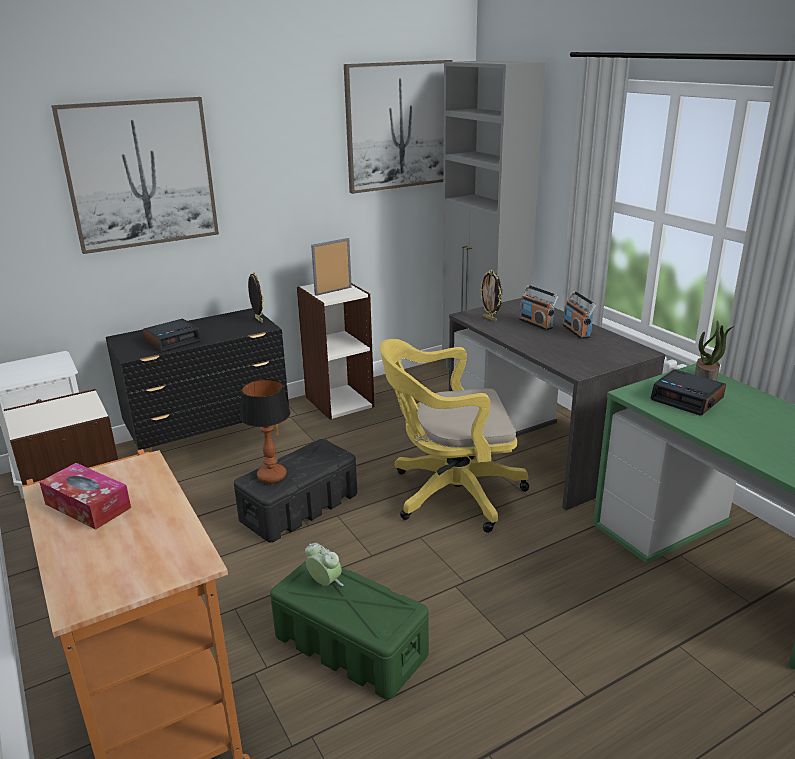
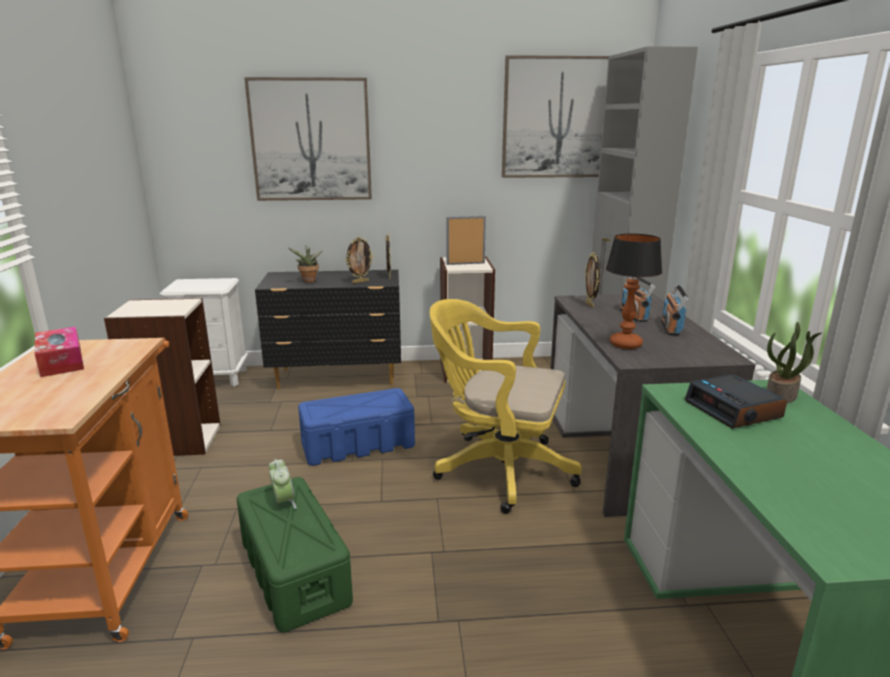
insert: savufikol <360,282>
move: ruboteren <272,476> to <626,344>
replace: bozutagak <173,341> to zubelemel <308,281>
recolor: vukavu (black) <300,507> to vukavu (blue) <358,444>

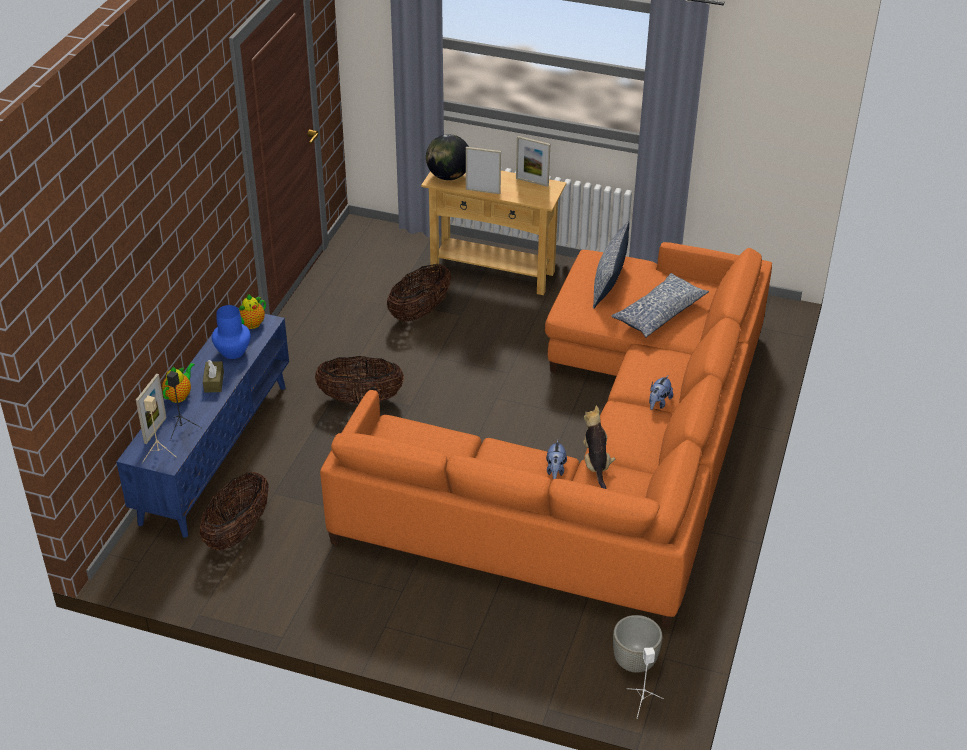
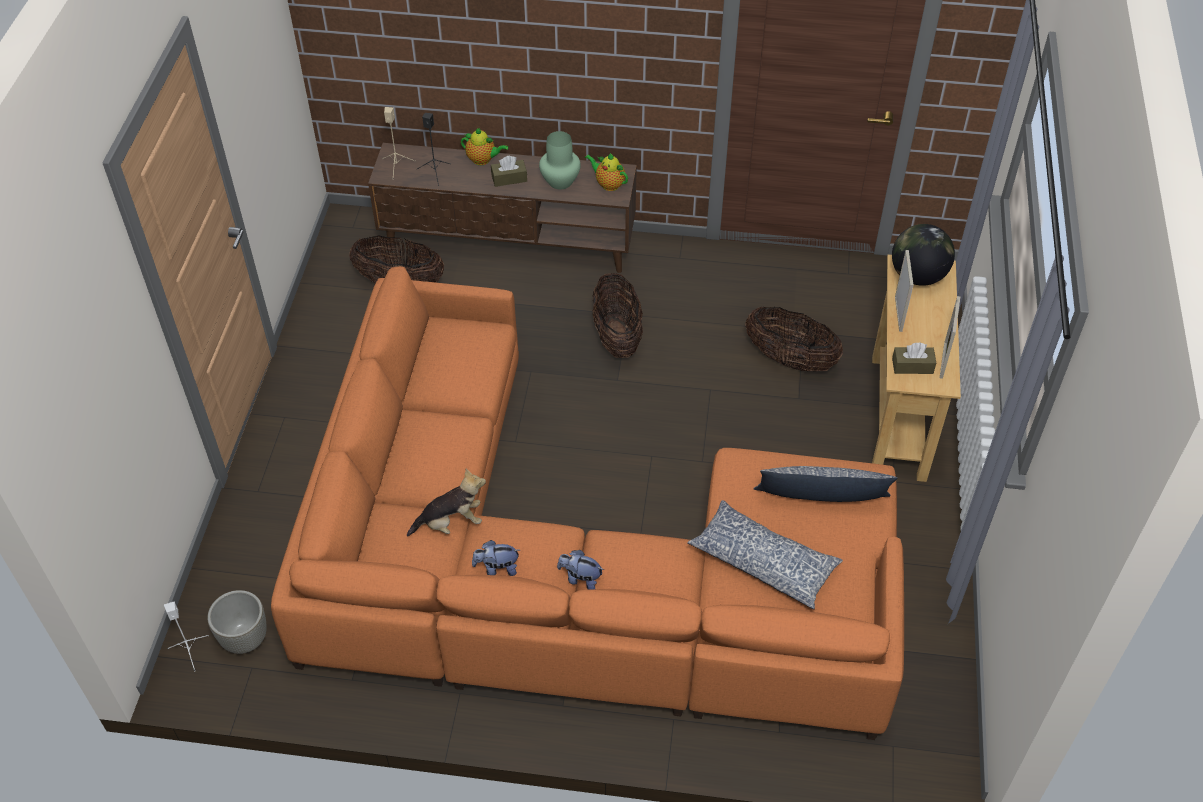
delete: savufikol <155,430>
insert: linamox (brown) <912,366>
move: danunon <555,470> to <497,568>
recolor: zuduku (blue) <215,451> to zuduku (brown) <509,242>; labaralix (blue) <232,352> to labaralix (green) <560,181>

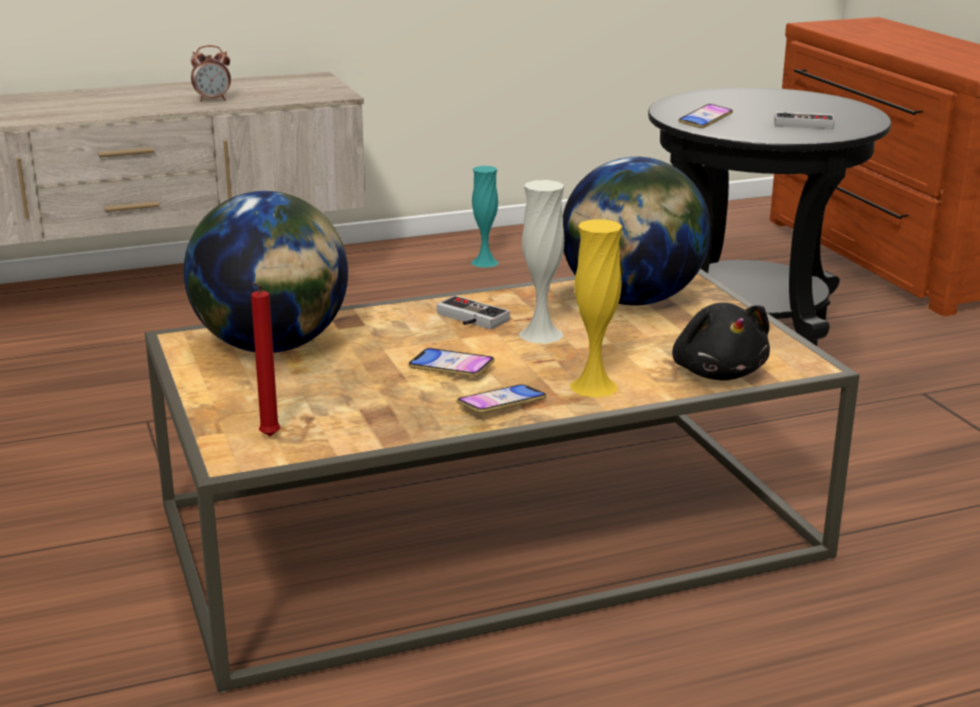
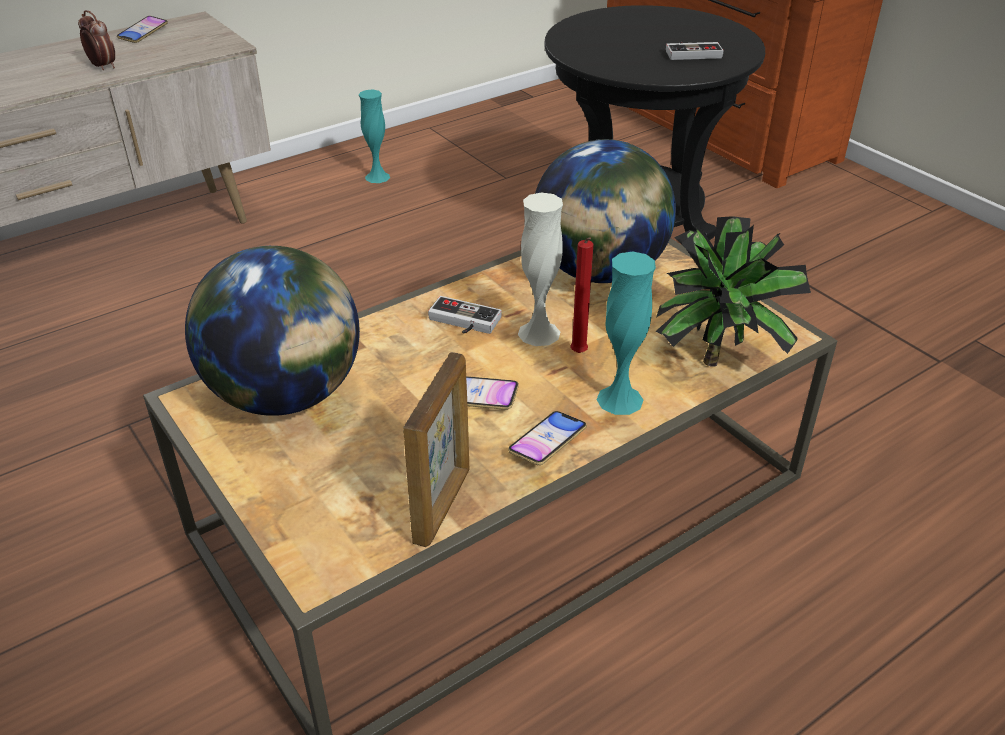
insert: savufikol <443,505>
move: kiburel <705,120> to <143,33>; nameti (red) <268,438> to <579,354>
replace: danunon (black) <718,372> to zubelemel <719,359>
recolor: labaralix (yellow) <593,386> to labaralix (turquoise) <620,399>
rotate: bozutagak <213,100> = <103,66> 105 degrees counterclockwise

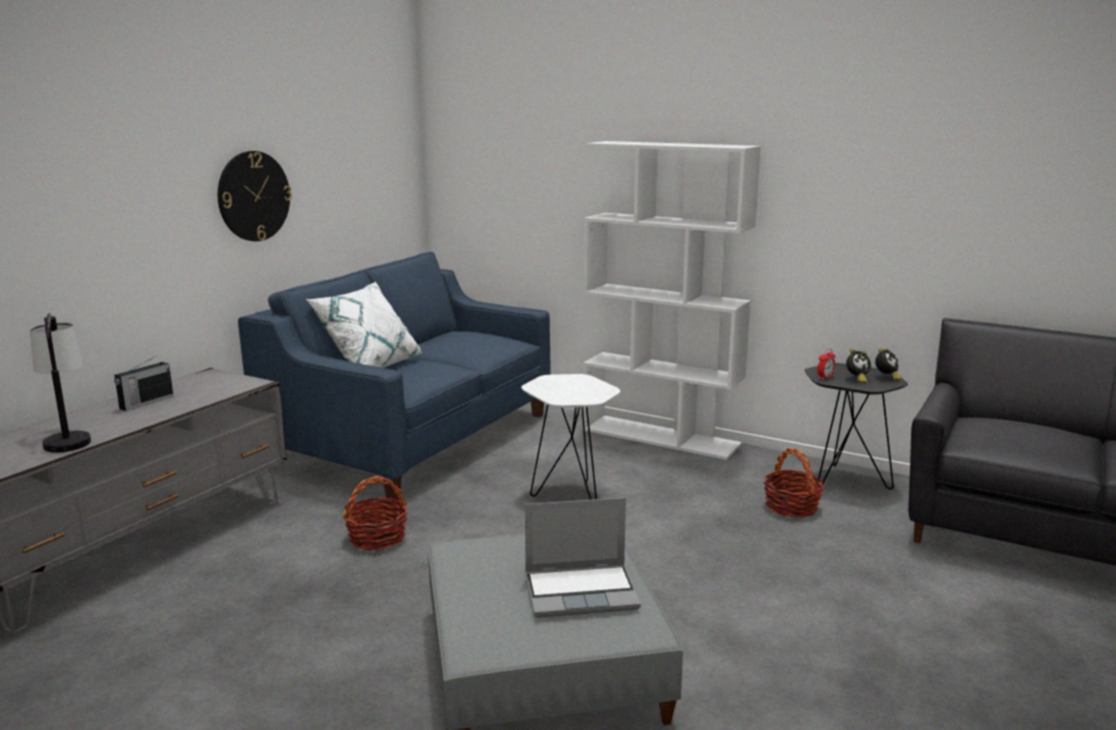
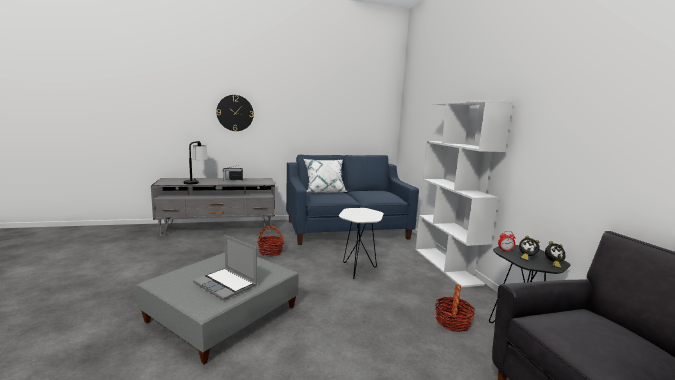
move: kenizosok <253,196> to <235,113>

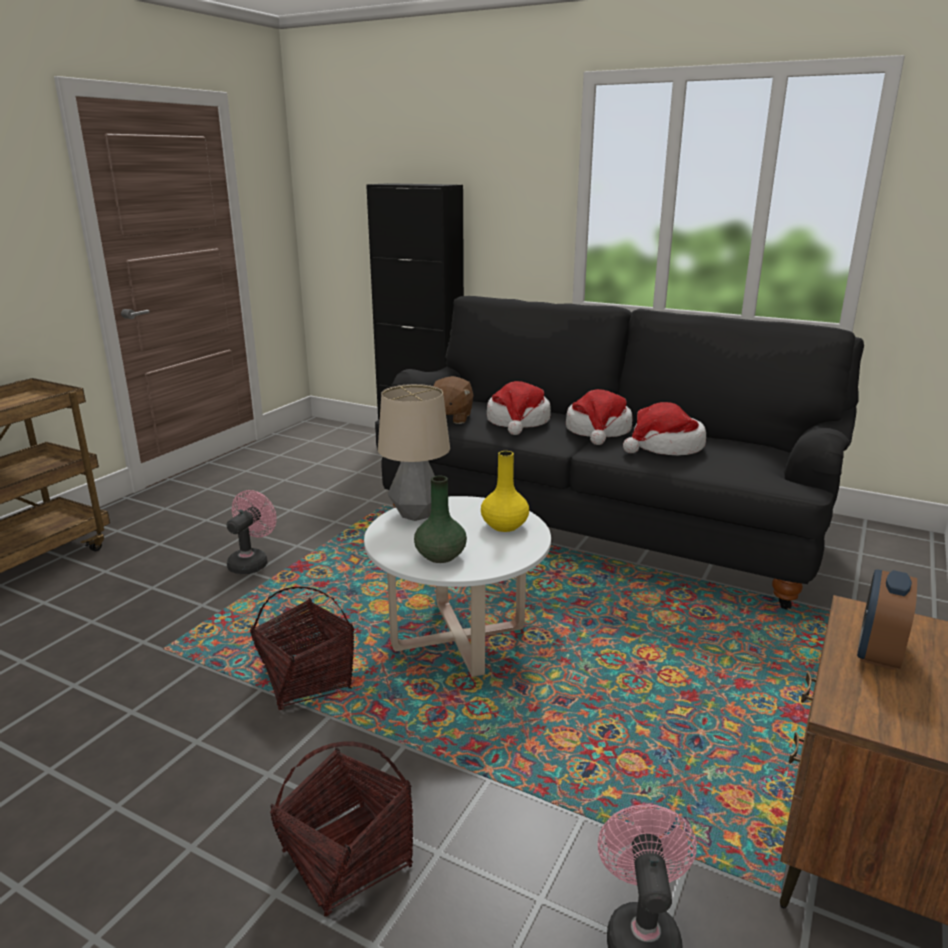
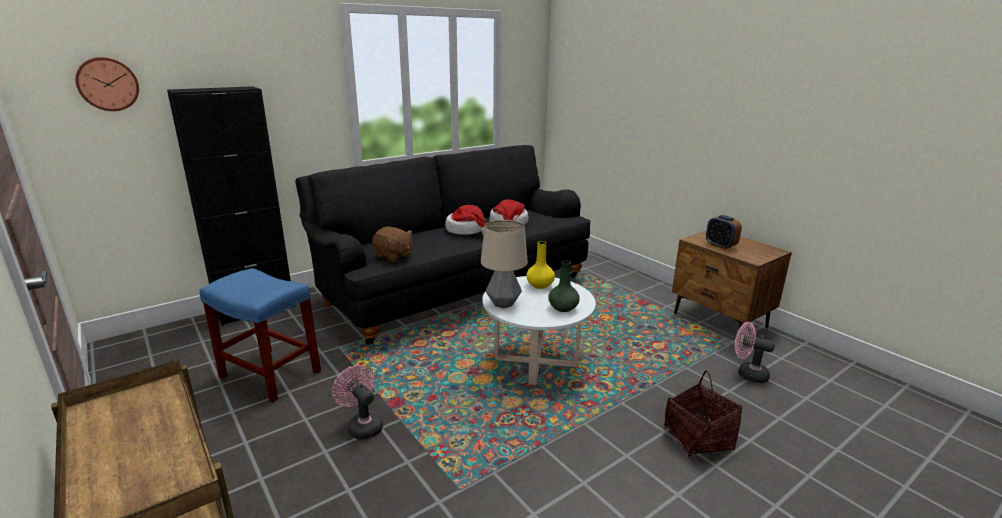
delete: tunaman <306,680>; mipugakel <518,422>
insert: kenizosok <107,84>; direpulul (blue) <269,374>

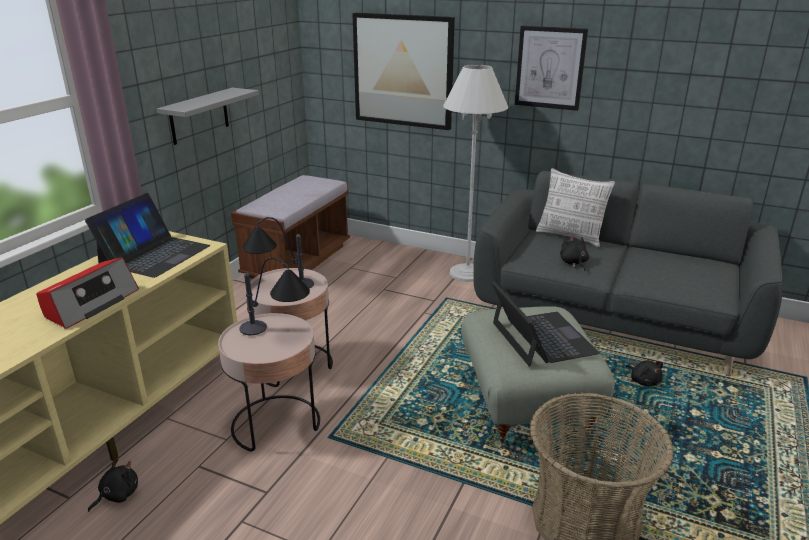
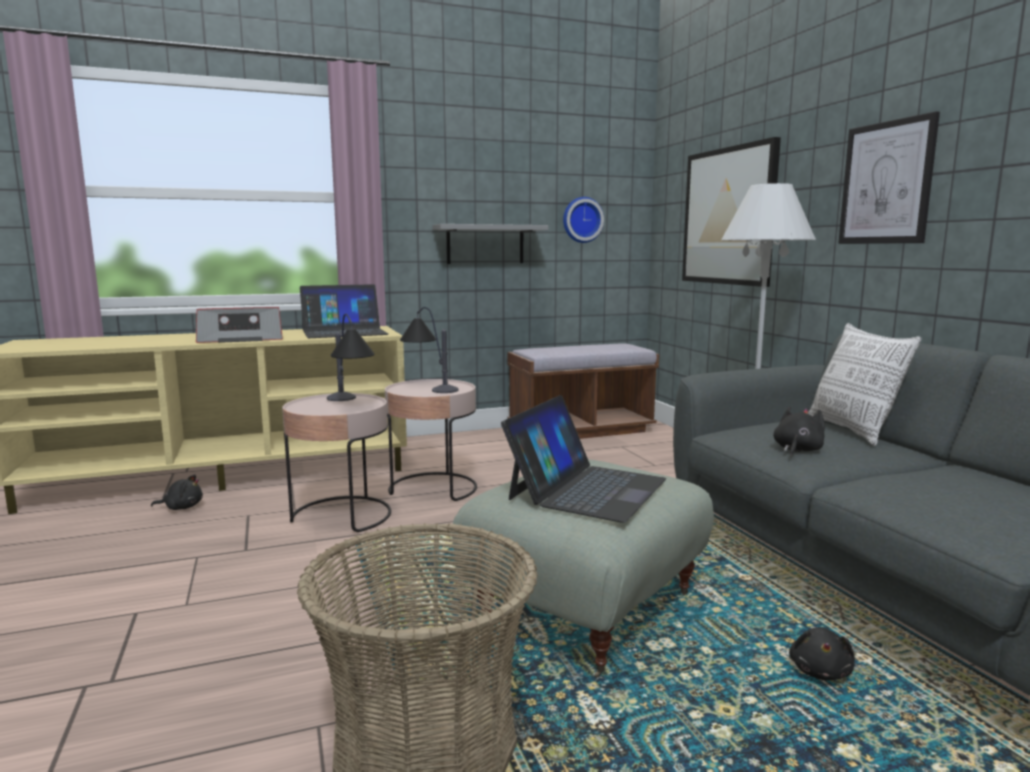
insert: kenizosok <581,220>

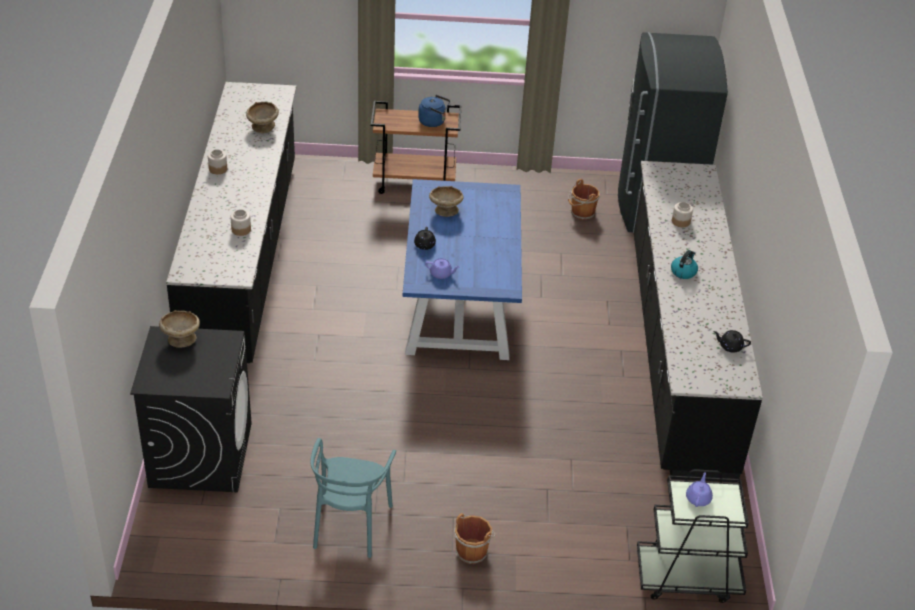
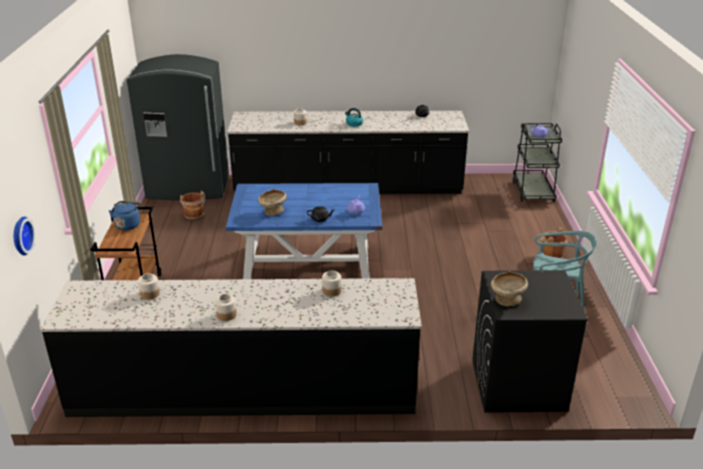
insert: kenizosok <20,236>
replace: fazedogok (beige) <263,128> to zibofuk <150,293>

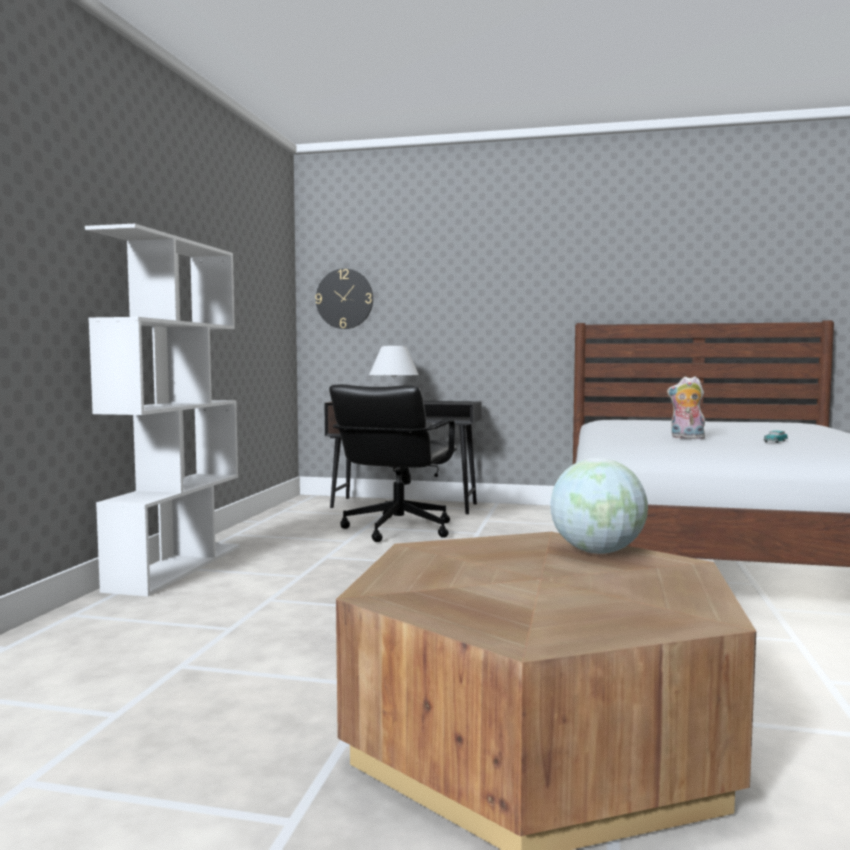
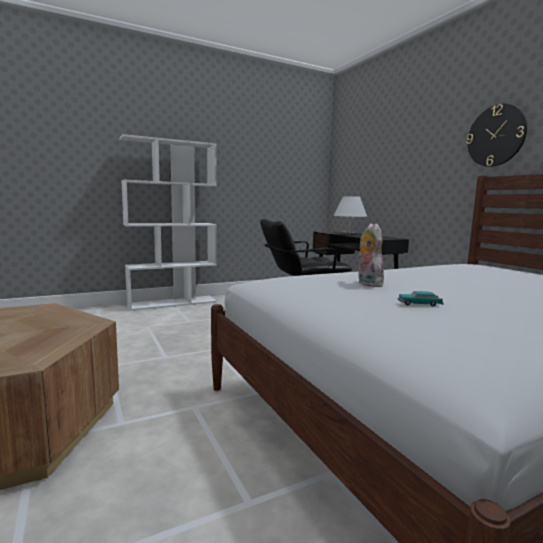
delete: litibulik <596,552>
move: kenizosok <344,299> to <496,136>

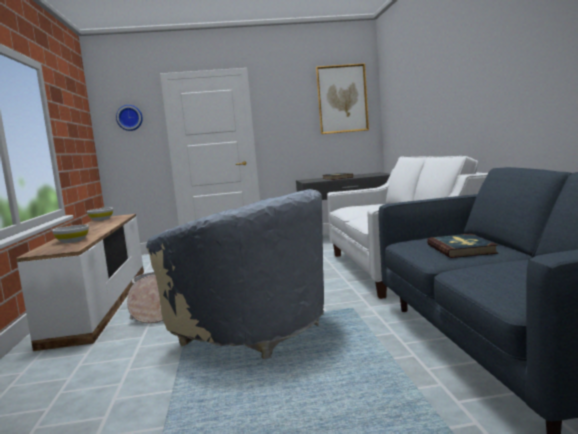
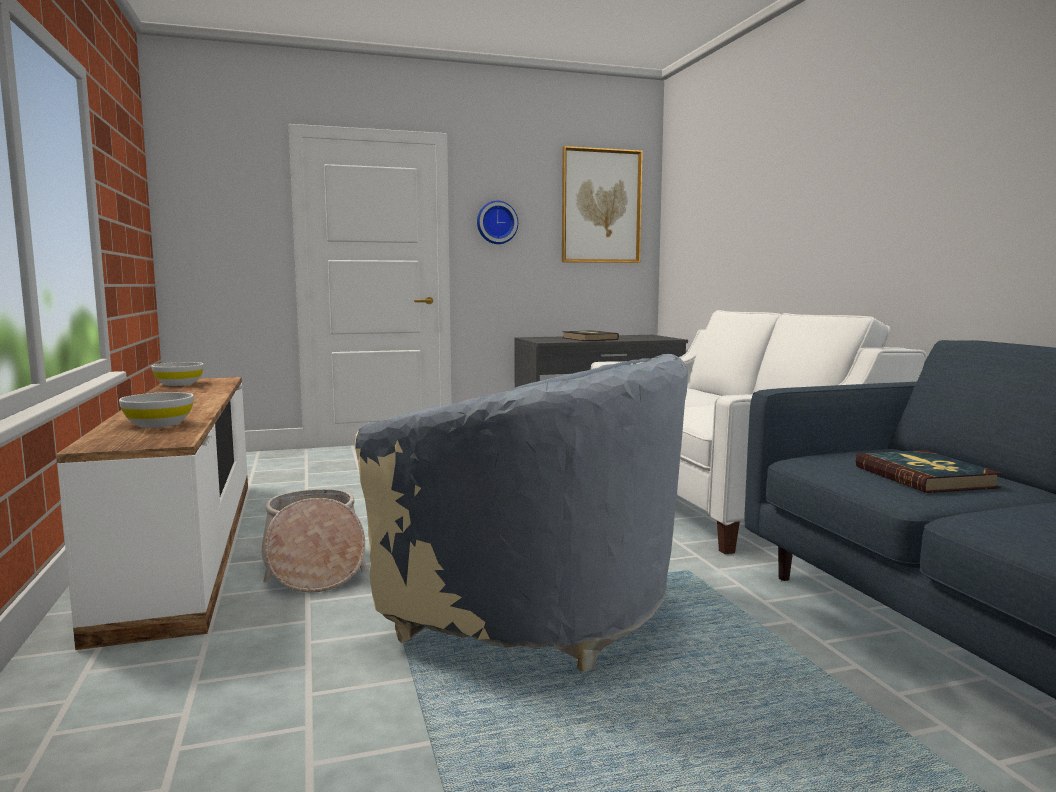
move: kenizosok <129,118> to <496,222>

